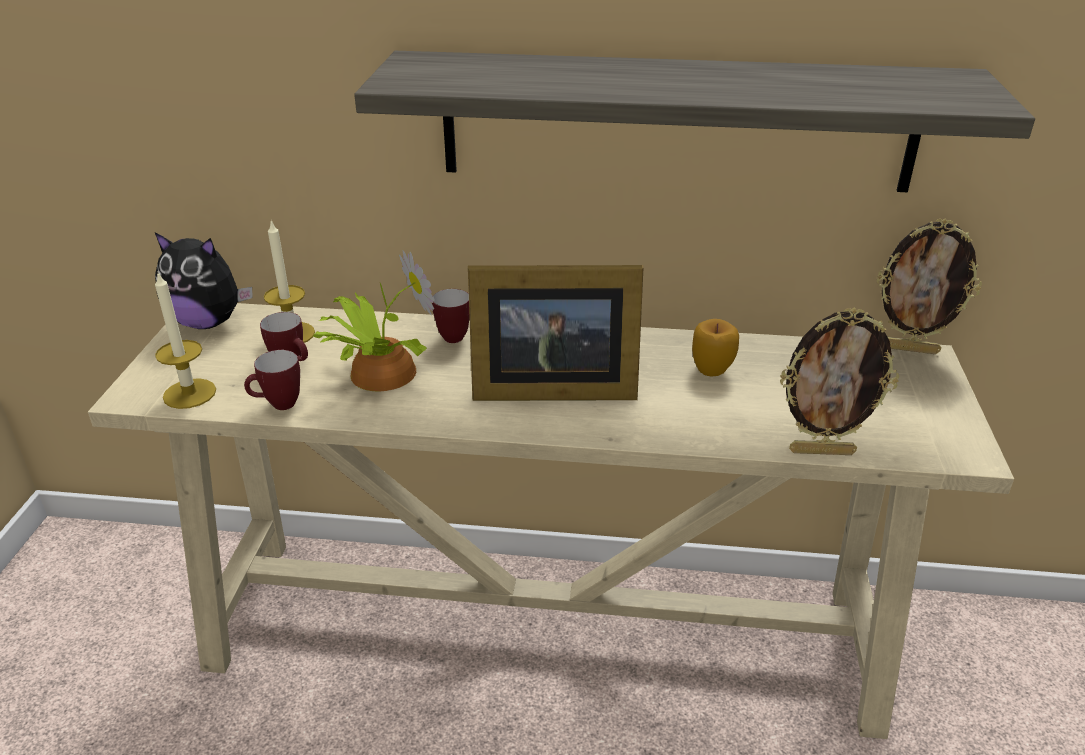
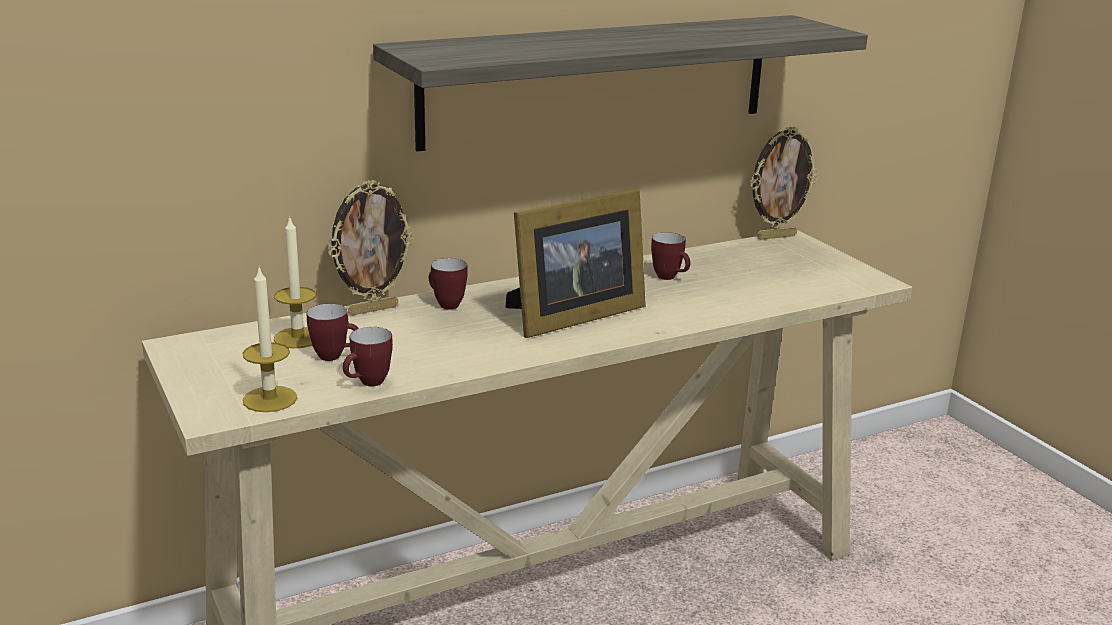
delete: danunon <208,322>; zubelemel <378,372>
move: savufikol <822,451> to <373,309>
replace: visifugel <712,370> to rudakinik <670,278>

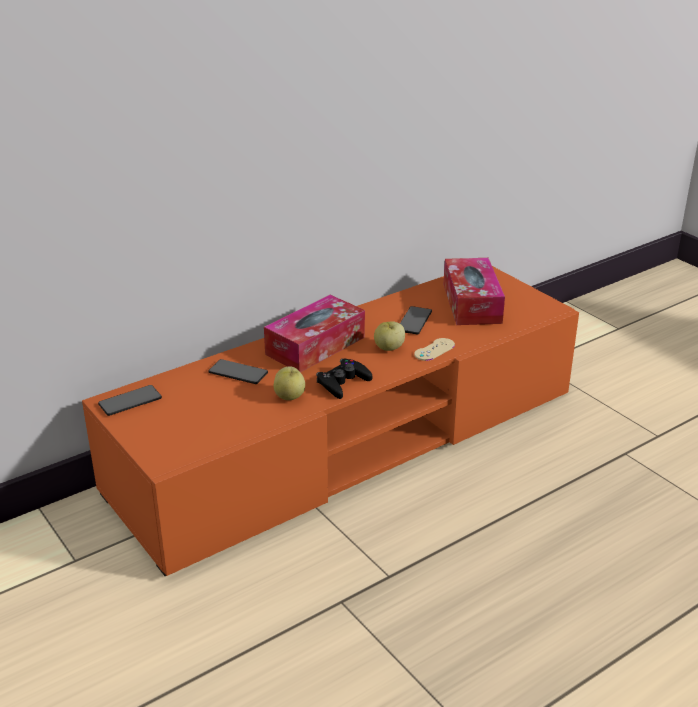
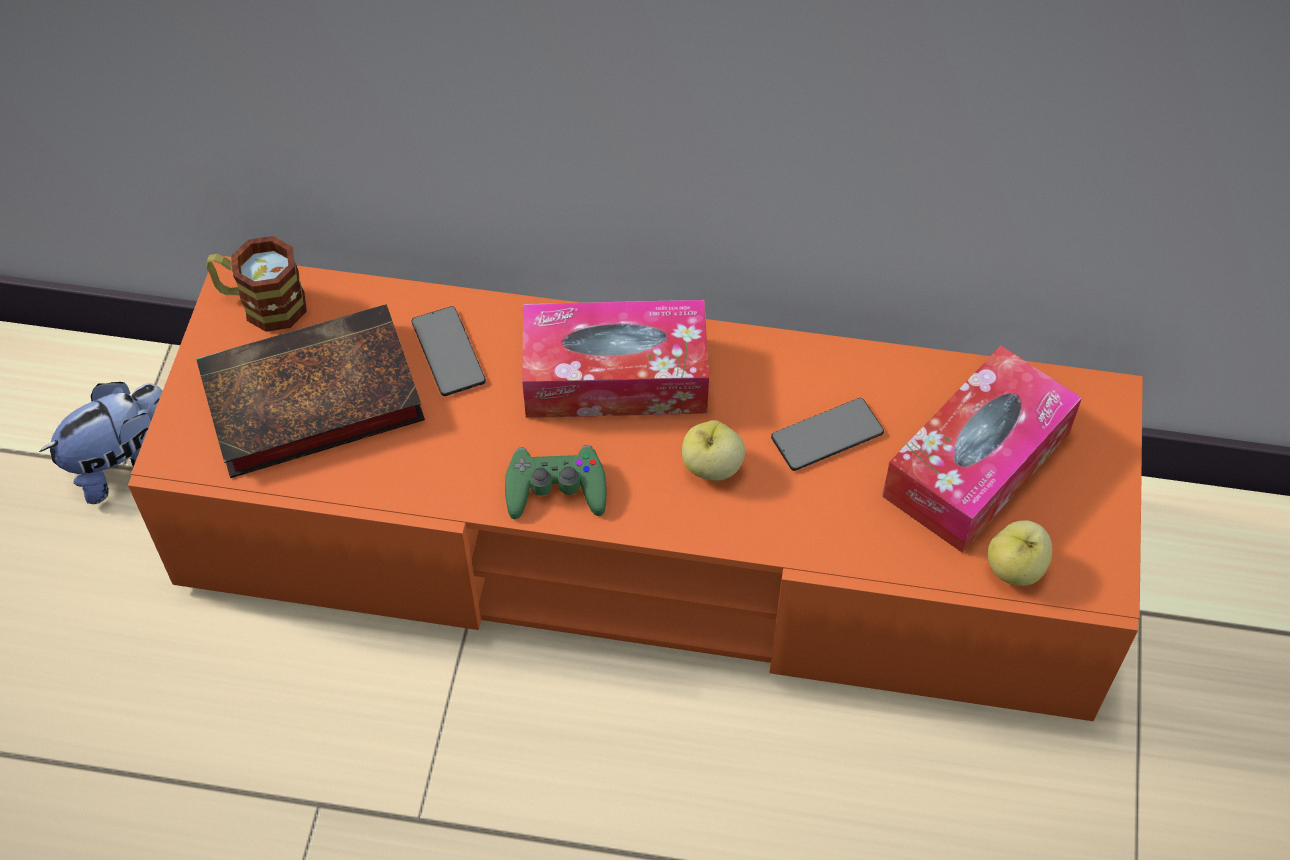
delete: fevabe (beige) <434,349>
insert: danunon <124,463>; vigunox <307,401>
move: visifugel <290,396> to <1016,569>
replace: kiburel <130,401> to rudakinik <261,304>
recolor: fevabe (black) <343,383> to fevabe (green) <556,489>

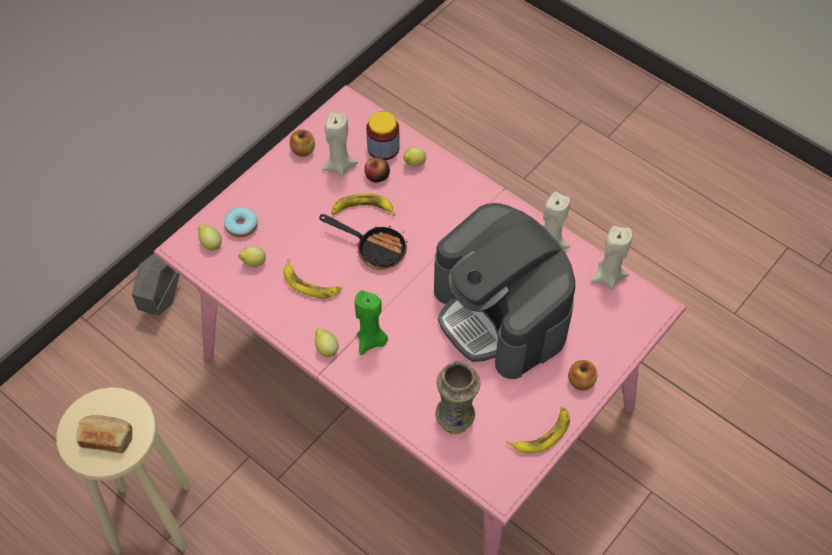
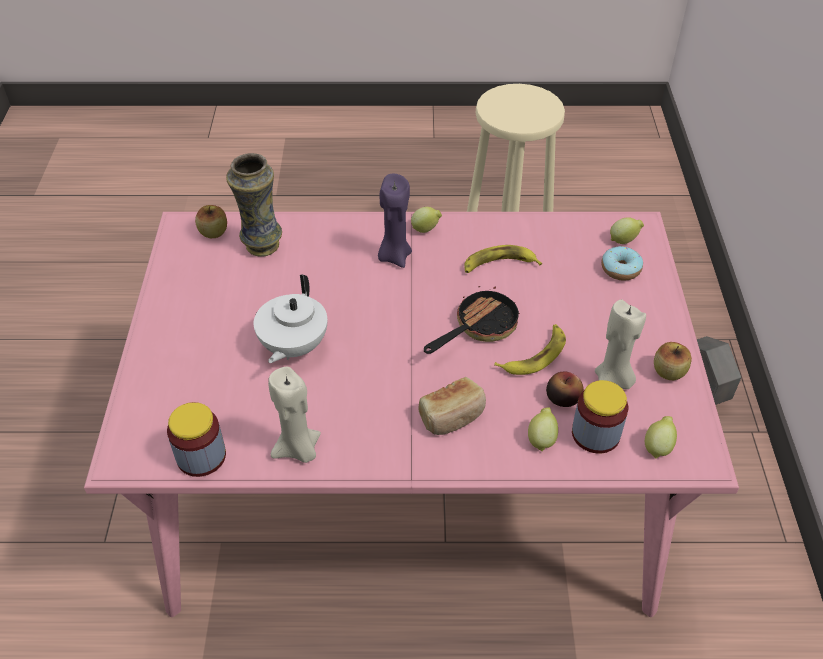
delete: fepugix <542,433>
move: visifugel <581,381> to <213,232>; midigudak <107,438> to <452,416>; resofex <253,263> to <658,446>
replace: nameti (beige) <608,277> to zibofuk <201,456>; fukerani <501,315> to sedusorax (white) <293,347>
recolor: nameti (green) <371,341> to nameti (purple) <394,256>
rotate: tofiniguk <374,248> = <479,327> 150 degrees clockwise

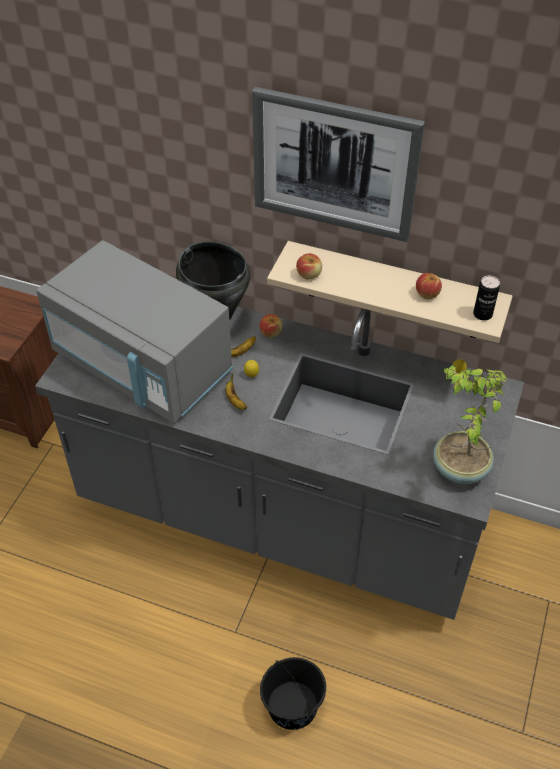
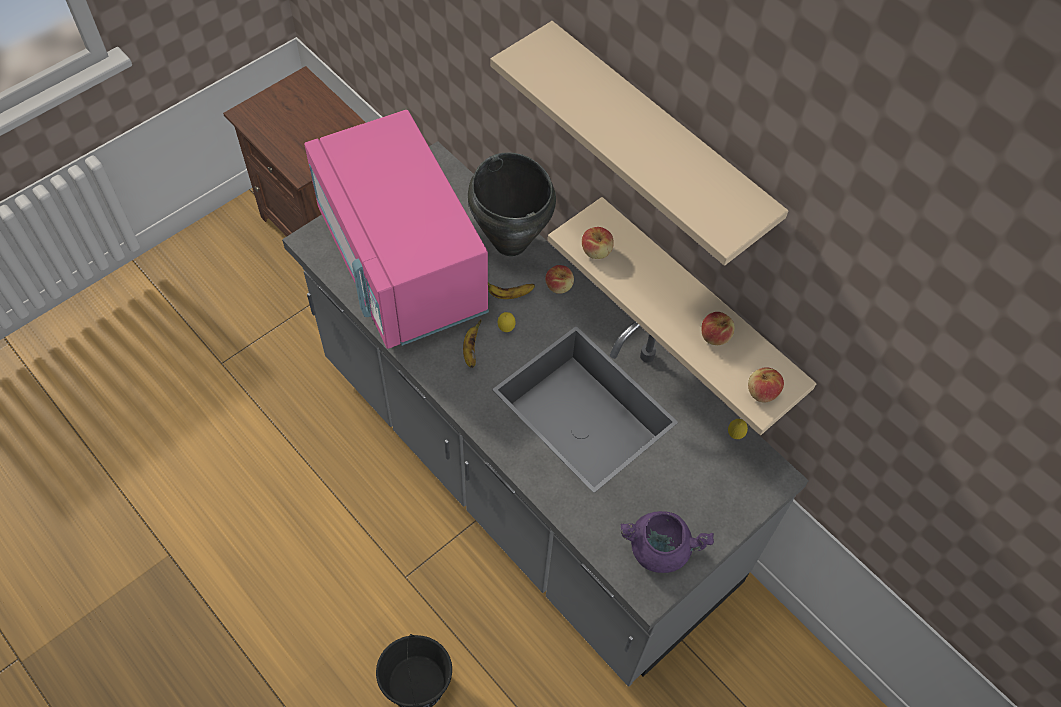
replace: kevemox <334,164> to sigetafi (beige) <657,142>; zubelemel <458,468> to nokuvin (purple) <660,548>; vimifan <482,314> to visifugel <762,392>
recolor: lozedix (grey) <143,365> to lozedix (pink) <401,265>

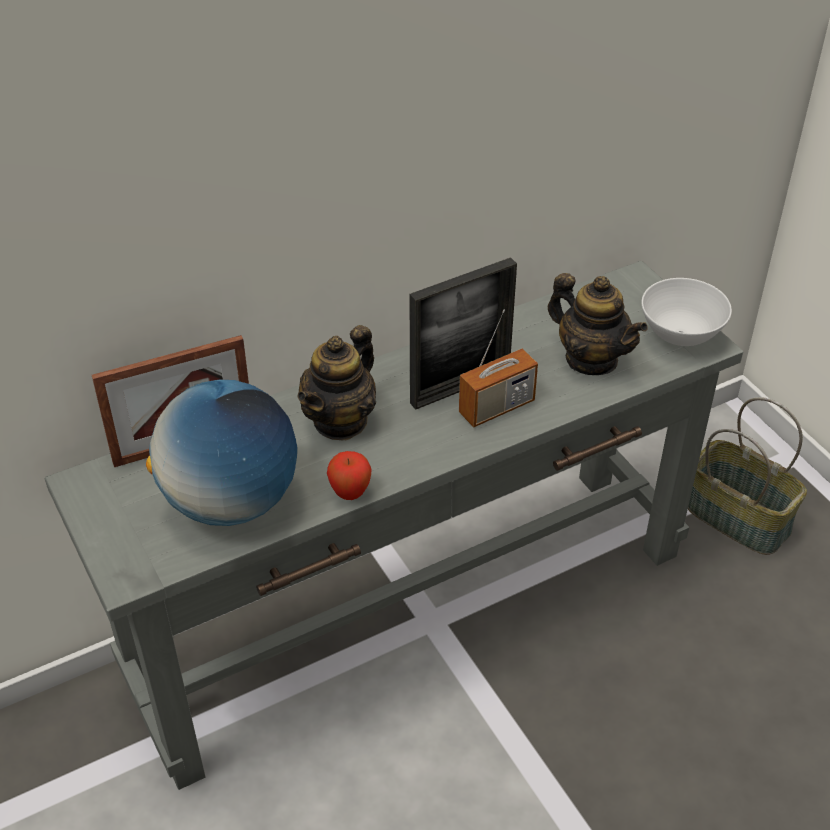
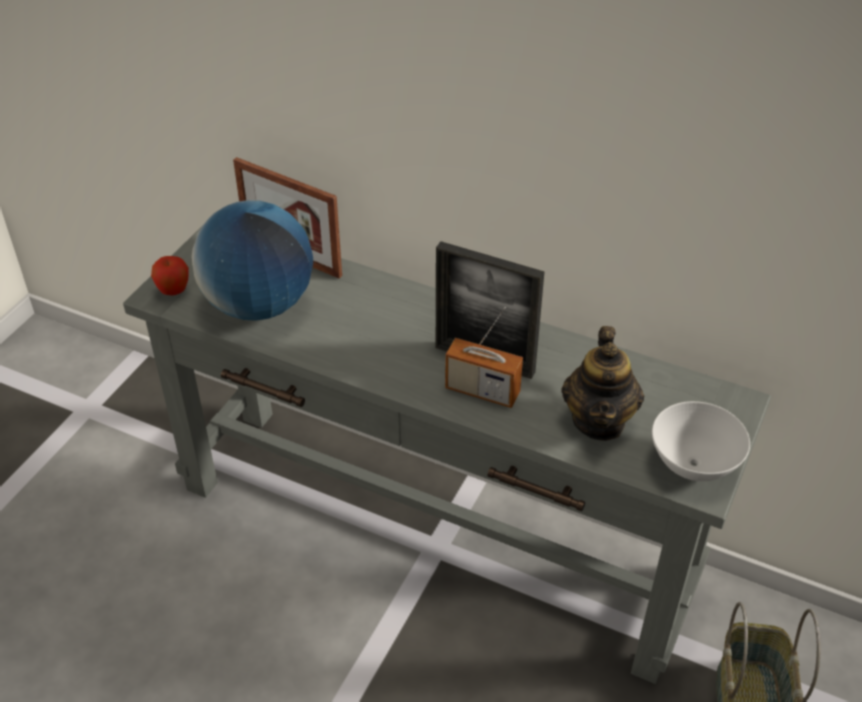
delete: sedusorax <340,421>
move: visifugel <350,493> to <174,291>

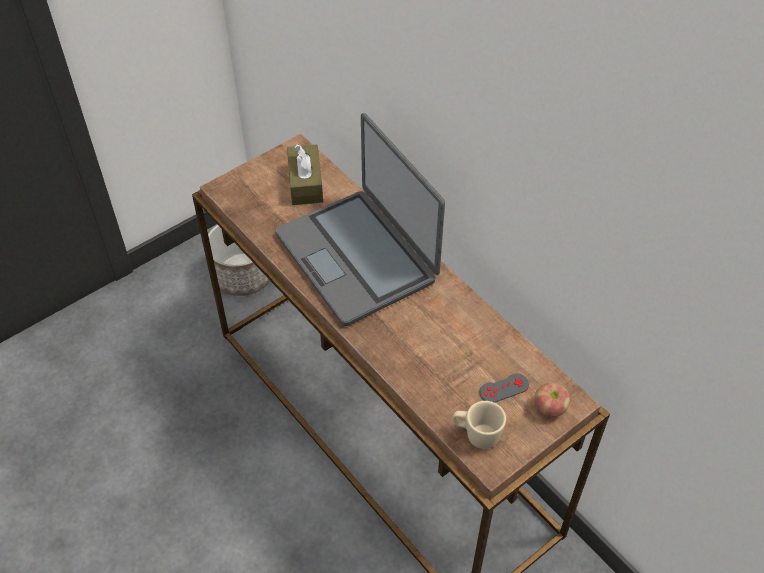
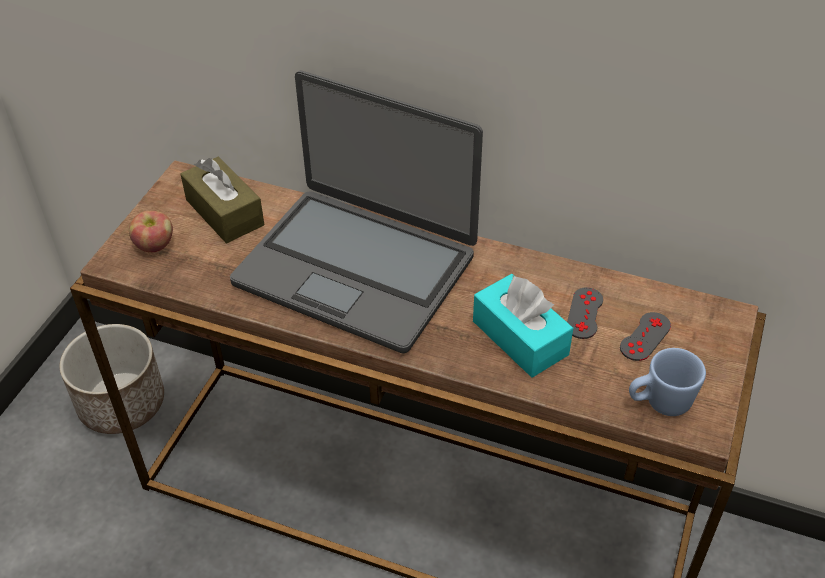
insert: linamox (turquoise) <520,338>; fevabe (grey) <584,313>
move: visifugel <550,408> to <155,245>
recolor: rudakinik (beige) <476,435> to rudakinik (blue) <659,403>

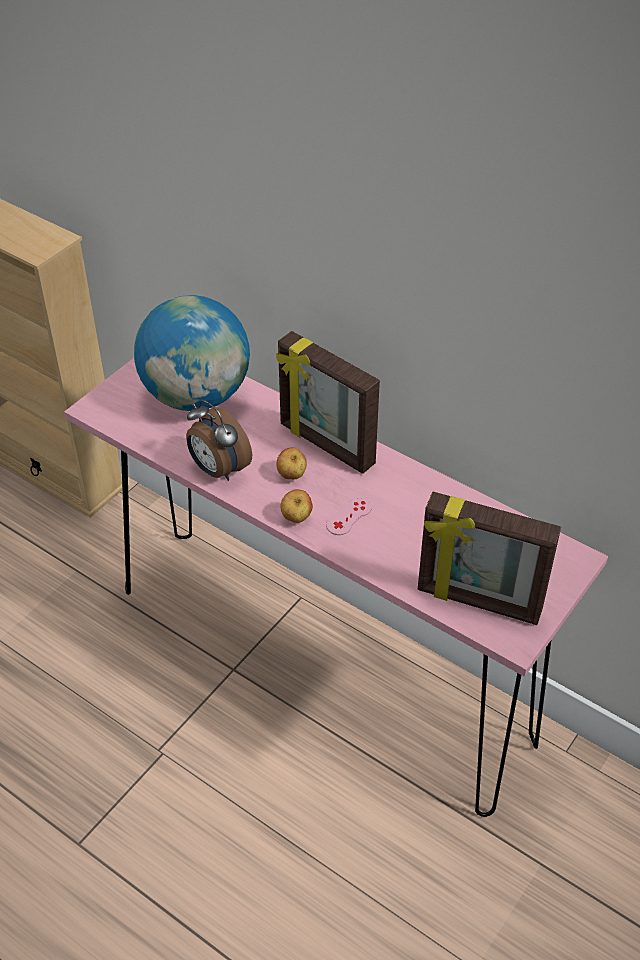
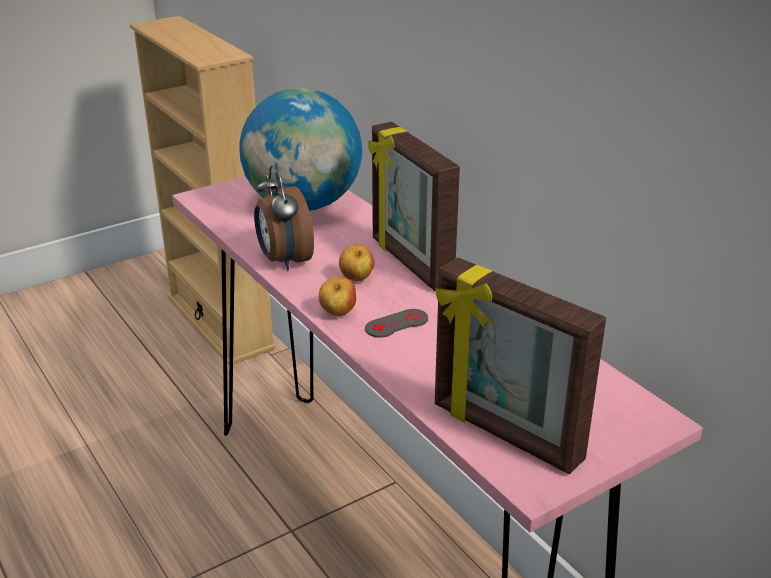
recolor: fevabe (pink) <349,516> to fevabe (grey) <396,323>

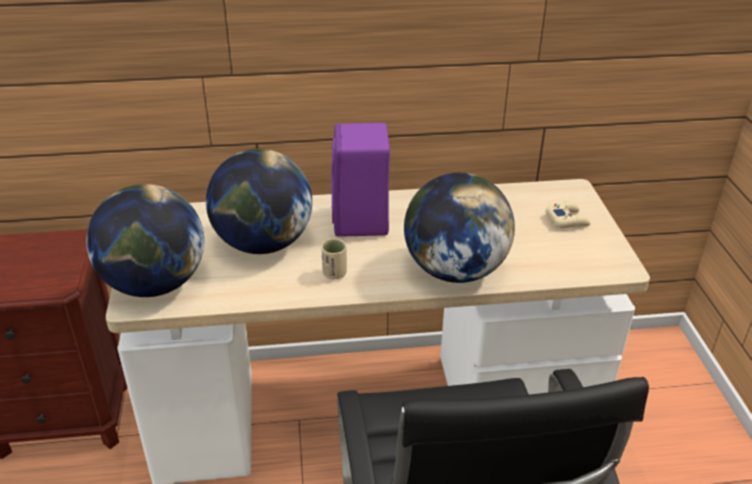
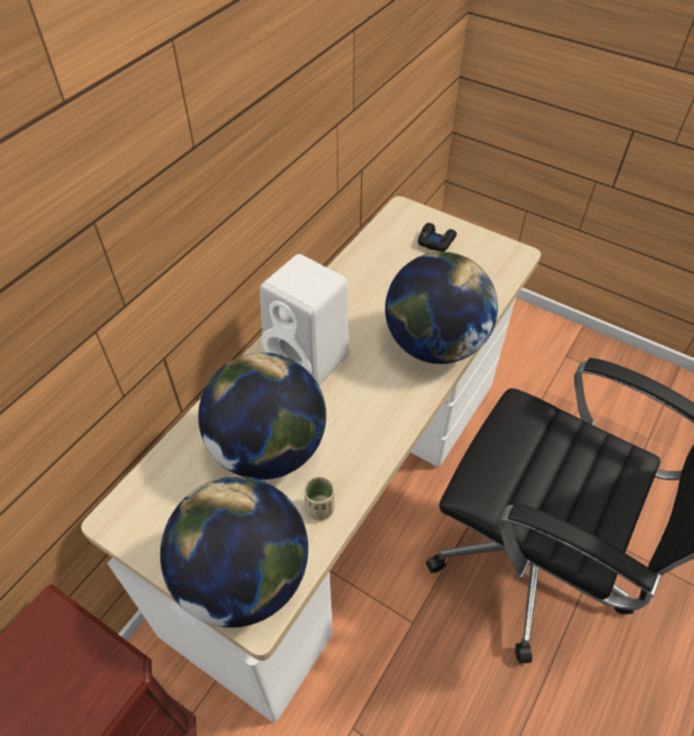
move: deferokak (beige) <334,273> to <320,509>
recolor: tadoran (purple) <361,222> to tadoran (white) <310,359>; fevabe (beige) <567,220> to fevabe (black) <436,241>

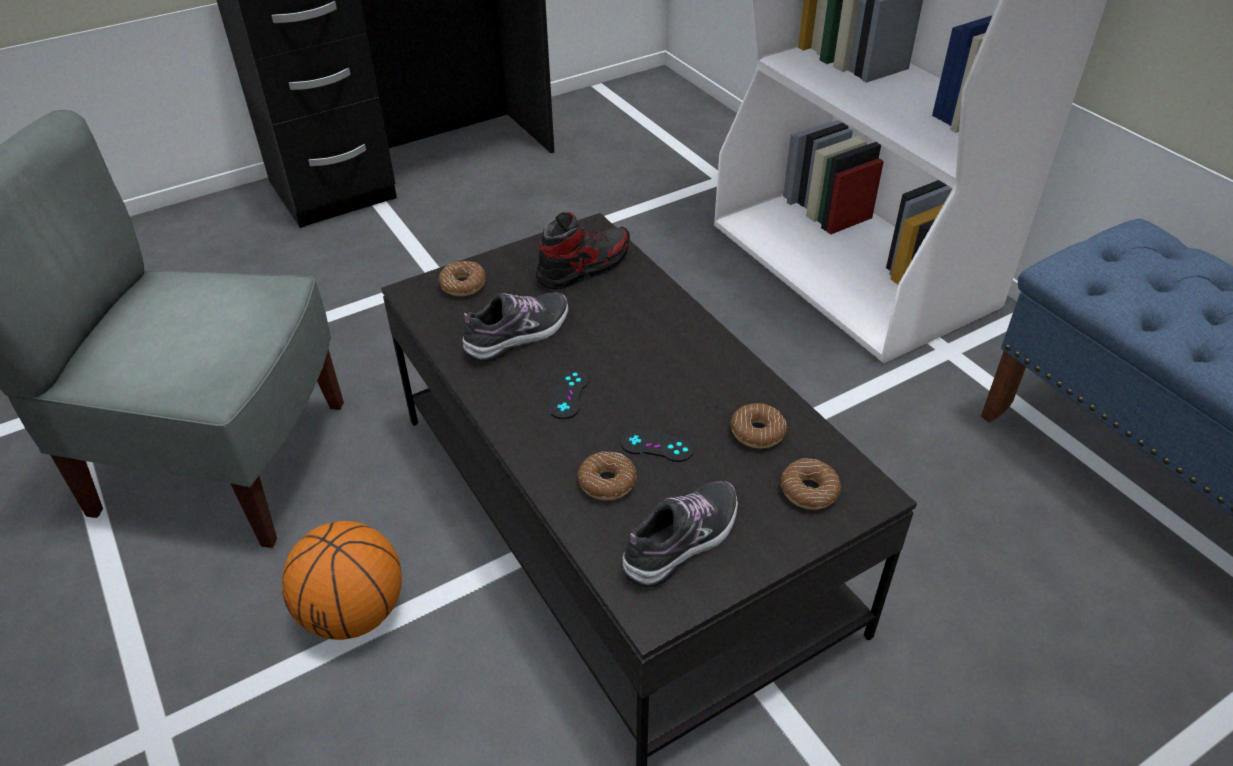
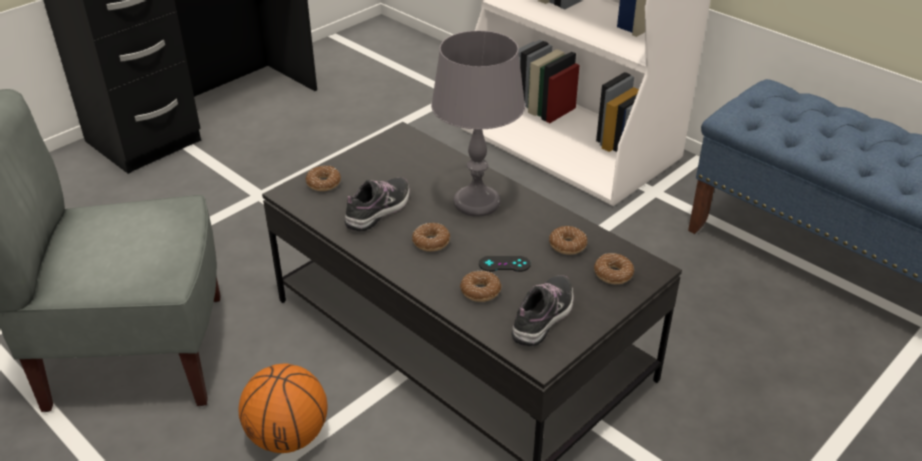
delete: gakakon <584,267>
insert: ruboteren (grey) <477,203>
replace: fevabe (black) <568,394> to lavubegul <431,242>

